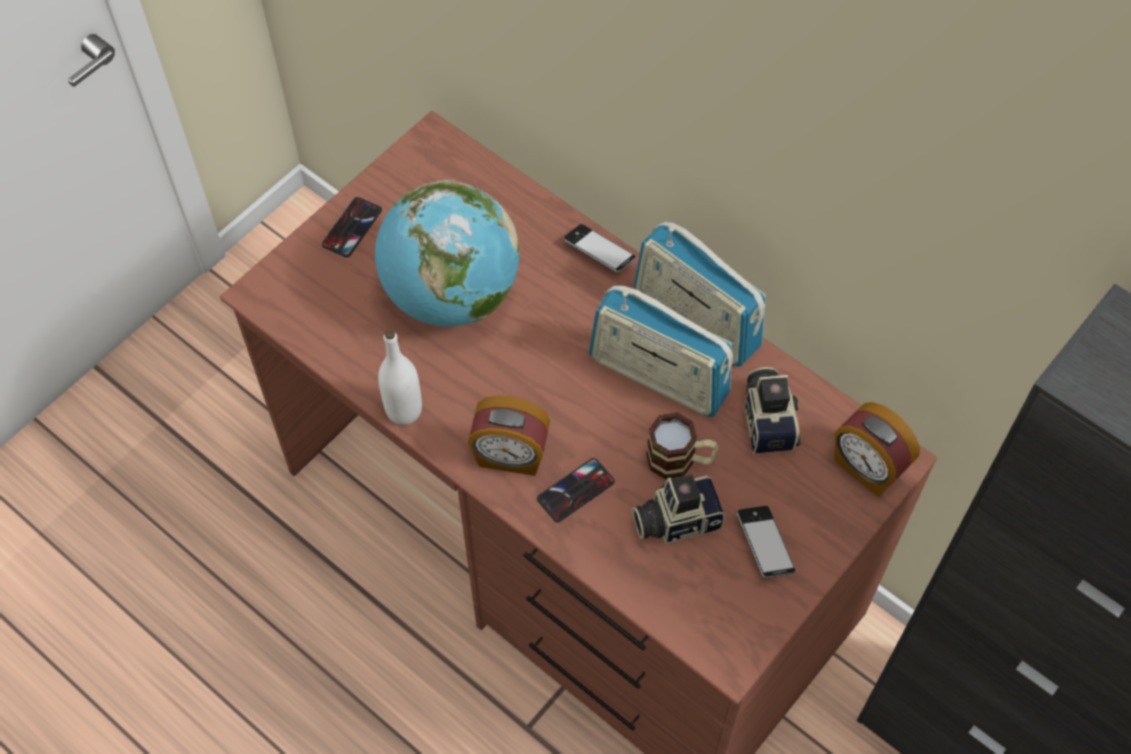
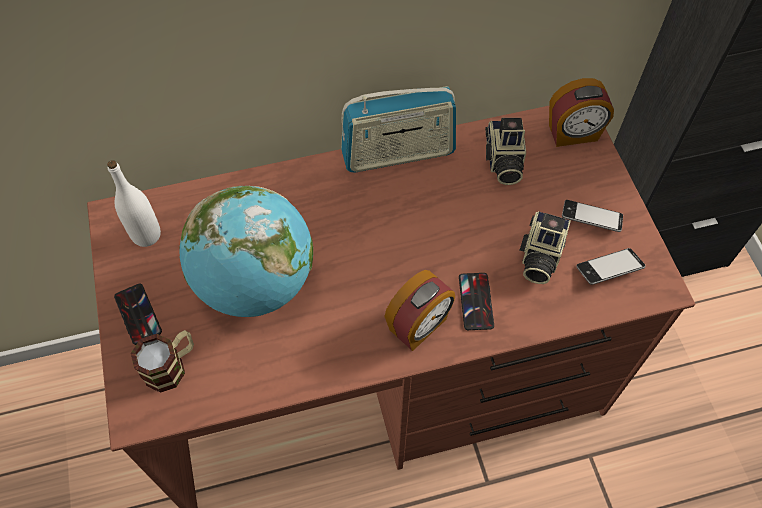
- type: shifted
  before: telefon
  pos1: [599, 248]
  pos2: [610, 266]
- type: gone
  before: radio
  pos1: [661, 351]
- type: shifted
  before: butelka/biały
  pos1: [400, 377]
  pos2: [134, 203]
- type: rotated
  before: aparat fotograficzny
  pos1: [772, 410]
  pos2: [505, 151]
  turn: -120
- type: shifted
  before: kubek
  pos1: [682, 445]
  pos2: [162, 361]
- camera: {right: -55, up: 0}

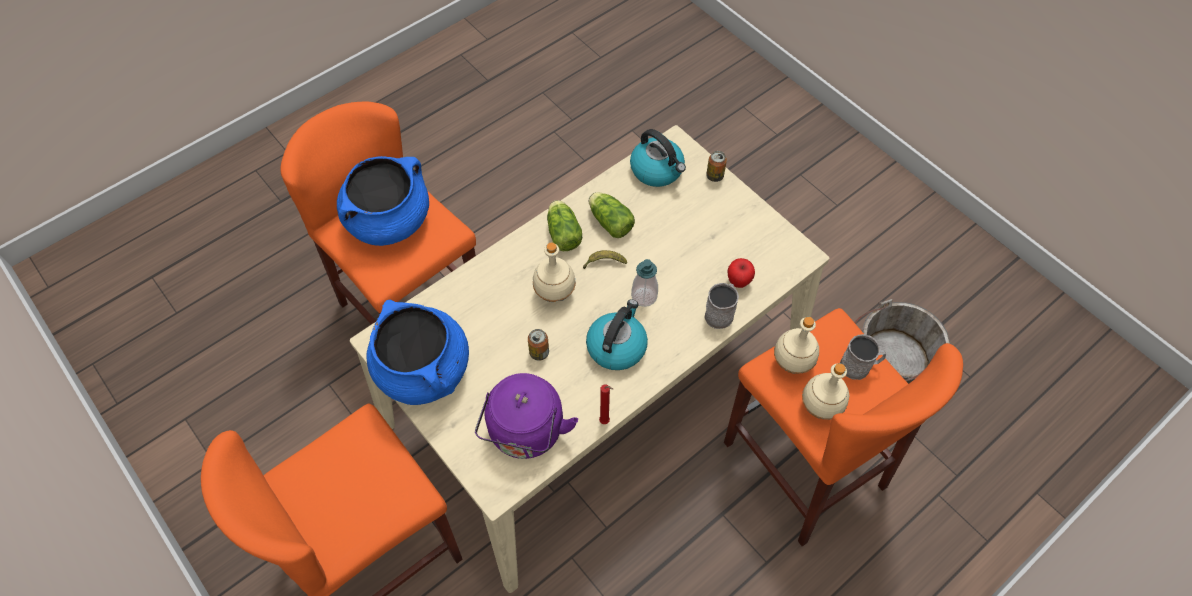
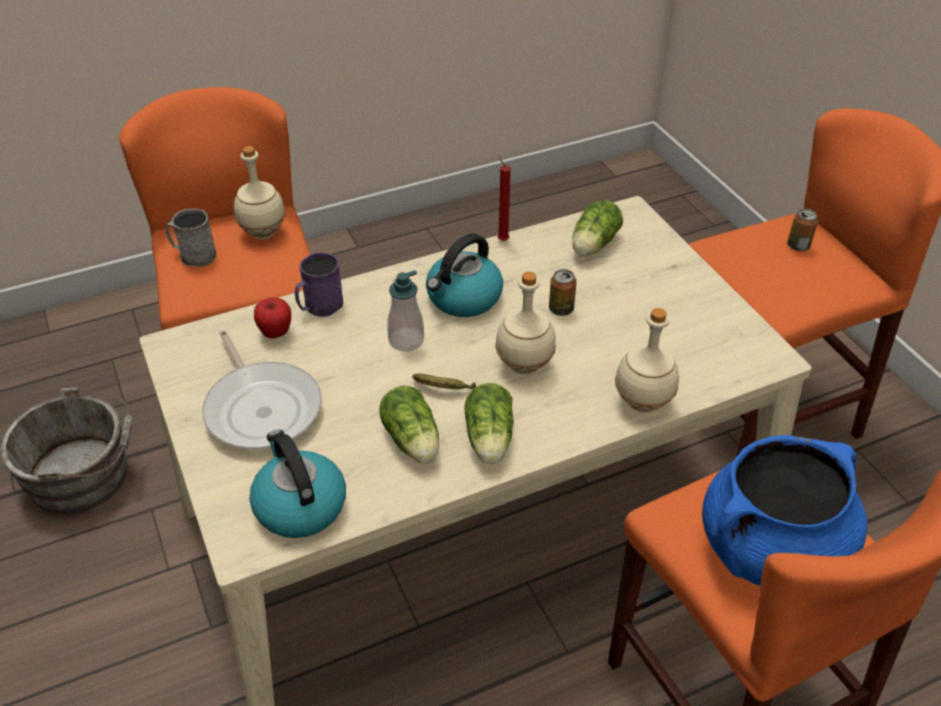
- type: shifted
  before: puszka
  pos1: [716, 166]
  pos2: [802, 229]
- type: repainted
  before: kubek/szary
  after: kubek/fioletowy
  pos1: [721, 306]
  pos2: [319, 284]
- type: gone
  before: garnek/niebieski
  pos1: [418, 352]
- type: shifted
  before: butelka/beżowy
  pos1: [796, 345]
  pos2: [647, 360]
- type: swapped
  before: czajnik/fioletowy
  after: sałata
  pos1: [526, 416]
  pos2: [597, 228]
- type: new
  after: patelnia
  pos2: [262, 389]
- camera: {right: -165, up: -15}

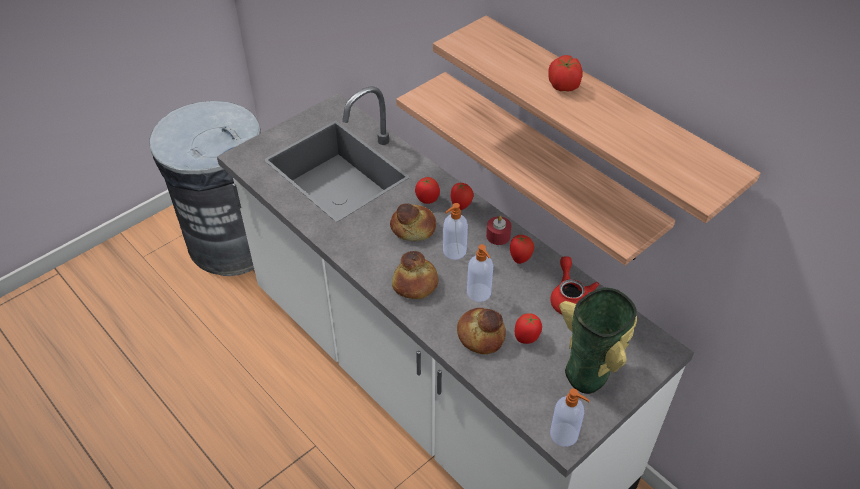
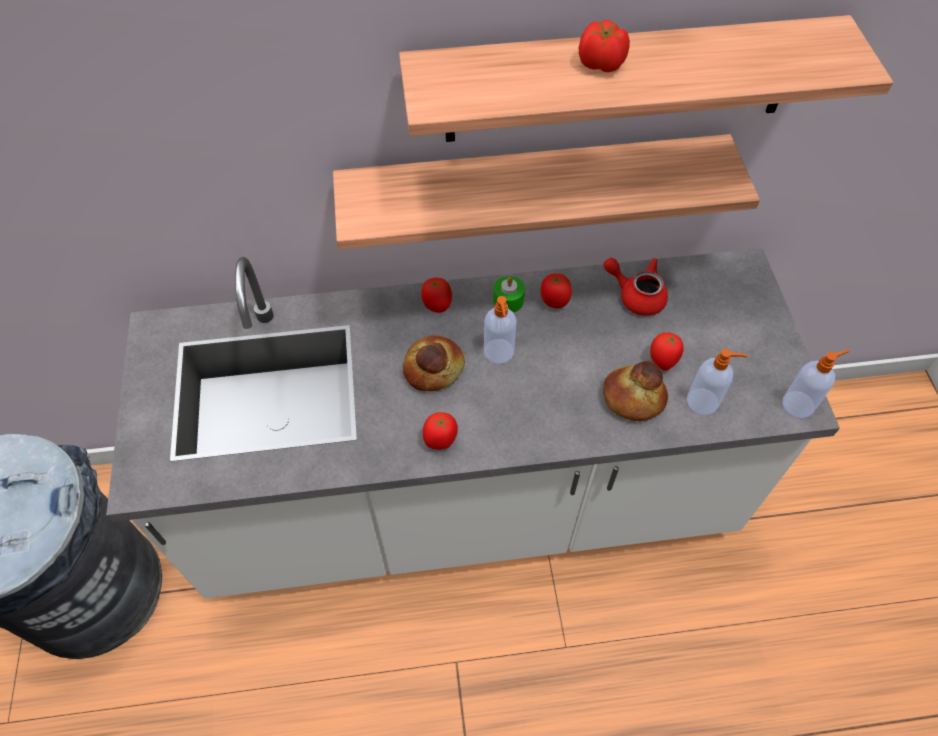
- type: shifted
  before: pomidor
  pos1: [427, 190]
  pos2: [440, 431]
- type: repainted
  before: świeca/czerwony
  after: świeca/zielony
  pos1: [499, 230]
  pos2: [509, 294]
- type: shifted
  before: dozownik mydła
  pos1: [480, 273]
  pos2: [717, 382]
- type: gone
  before: chleb
  pos1: [415, 275]
- type: gone
  before: wazon
  pos1: [598, 340]
- camera: {right: -55, up: 10}

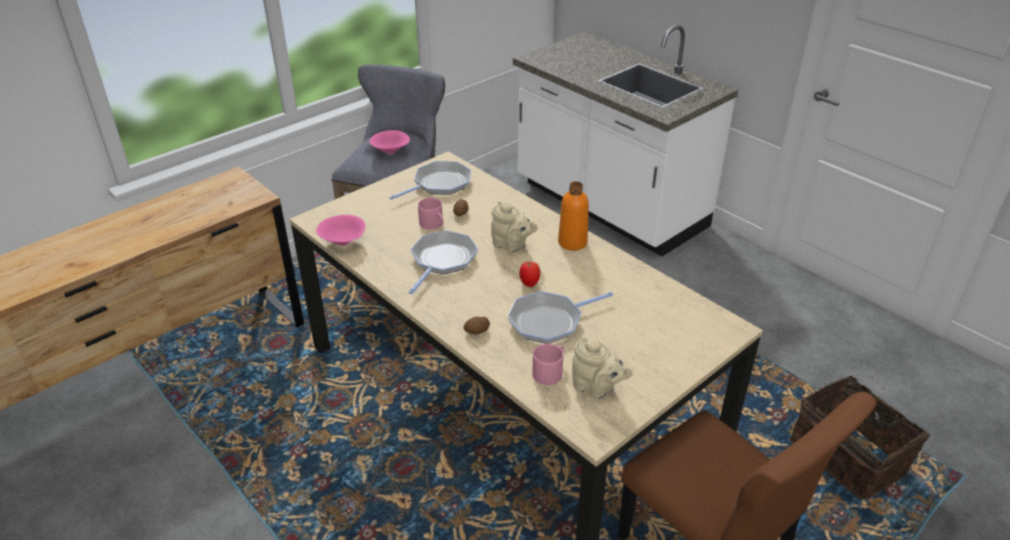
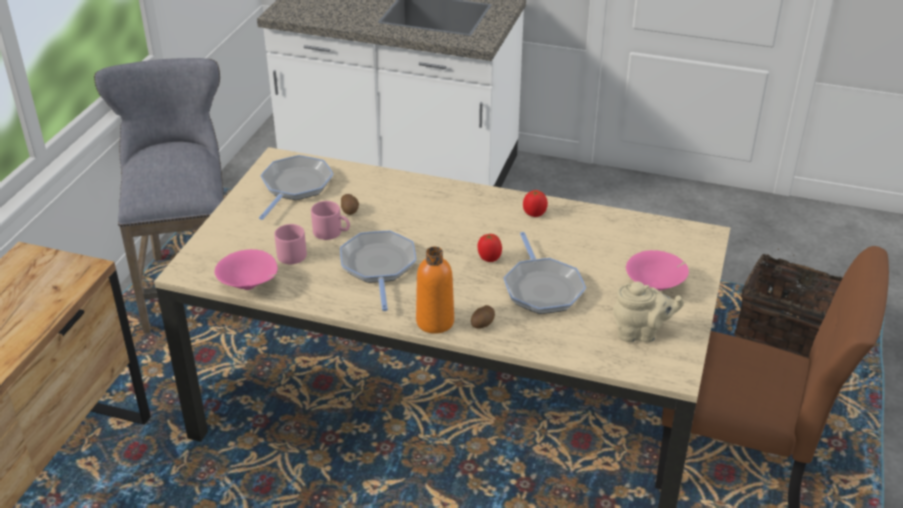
- type: shifted
  before: miska/różowy
  pos1: [390, 142]
  pos2: [657, 270]
- type: shifted
  before: butelka/pomarańczowy
  pos1: [573, 215]
  pos2: [435, 290]
- type: gone
  before: imbryk/beżowy
  pos1: [514, 226]
- type: rotated
  before: patelnia
  pos1: [560, 317]
  pos2: [545, 273]
  turn: -45
- type: shifted
  before: kubek/różowy
  pos1: [548, 364]
  pos2: [290, 244]
- type: new
  after: pomidor
  pos2: [535, 203]
- camera: {right: -30, up: 0}

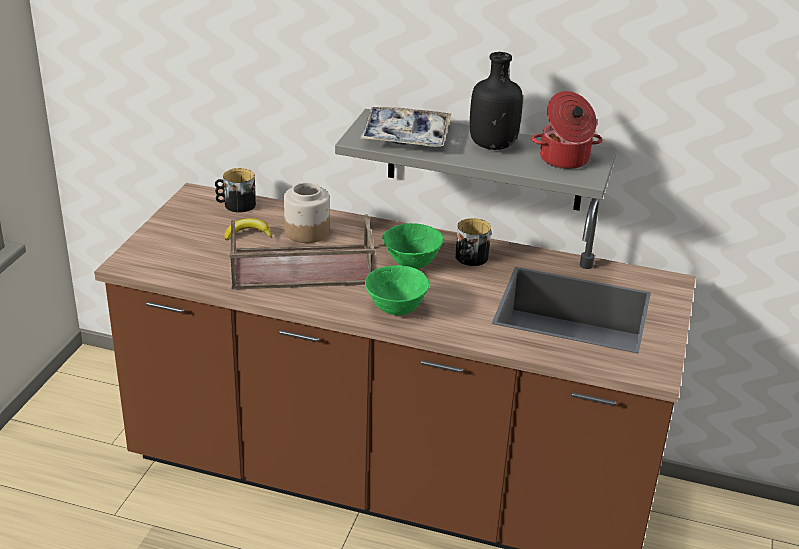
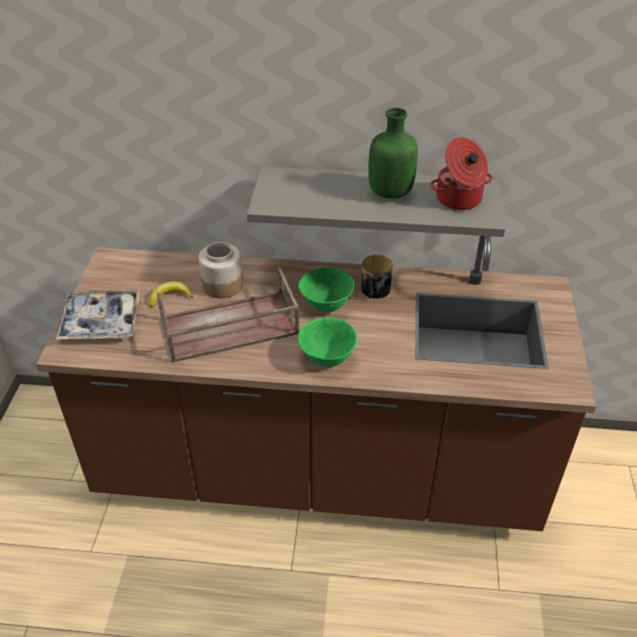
- type: repainted
  before: butelka/czarny
  after: butelka/zielony
  pos1: [496, 101]
  pos2: [393, 153]
- type: shifted
  before: taca
  pos1: [405, 127]
  pos2: [97, 315]
- type: gone
  before: kubek
  pos1: [235, 190]
- camera: {right: -10, up: 10}

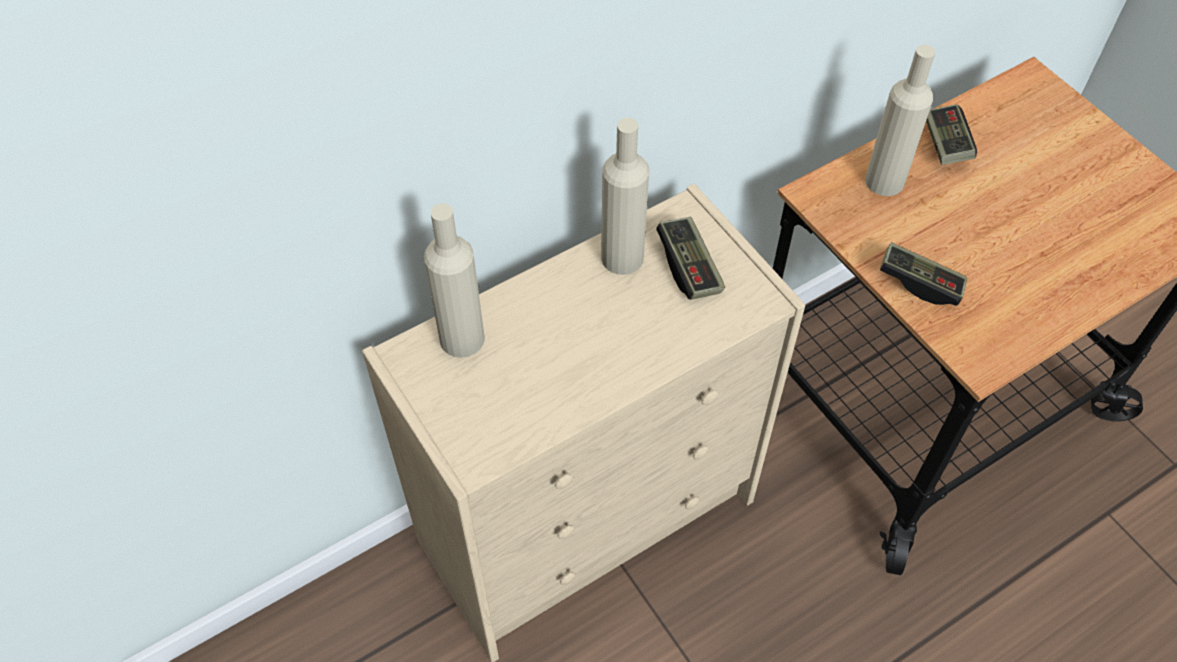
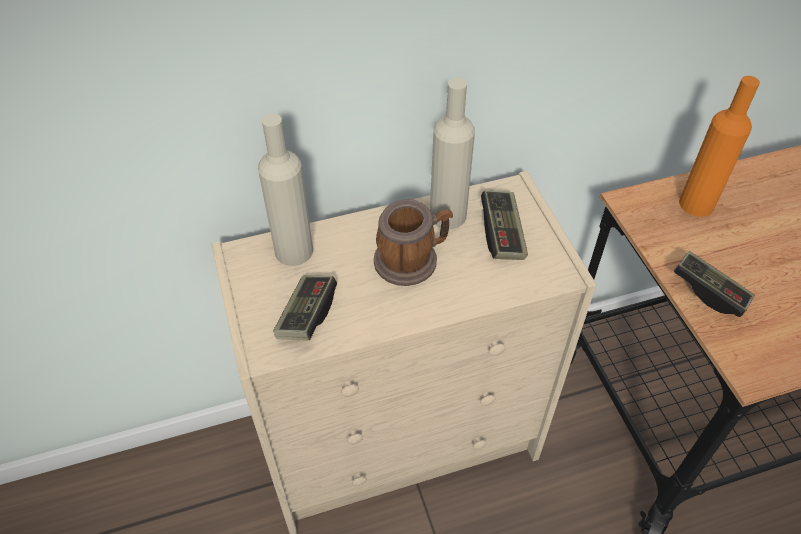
- type: repainted
  before: butelka/beżowy
  after: butelka/pomarańczowy
  pos1: [900, 120]
  pos2: [719, 146]
- type: shifted
  before: pad do gier
  pos1: [951, 134]
  pos2: [305, 308]
- type: new
  after: kubek
  pos2: [413, 242]
- camera: {right: 15, up: -5}

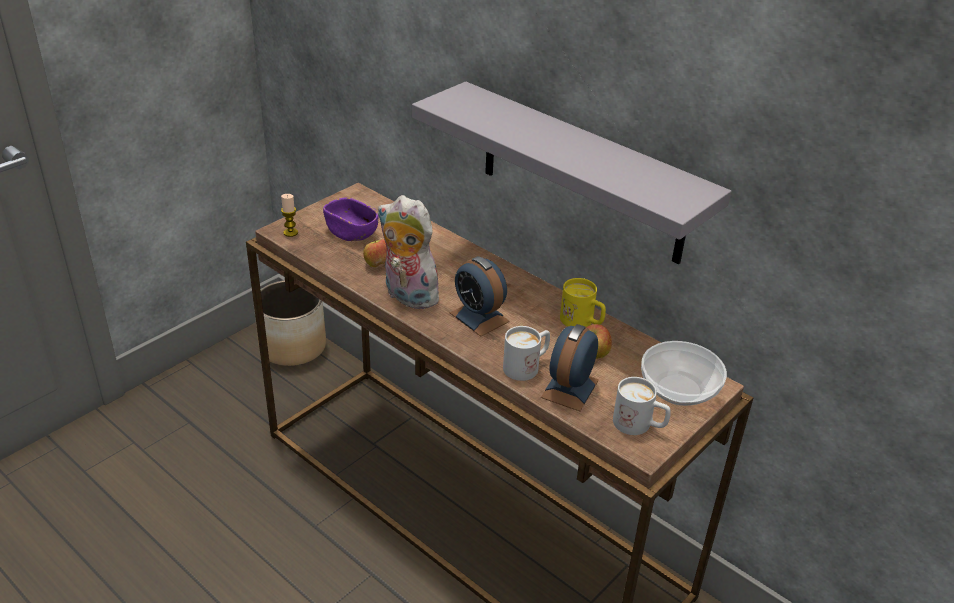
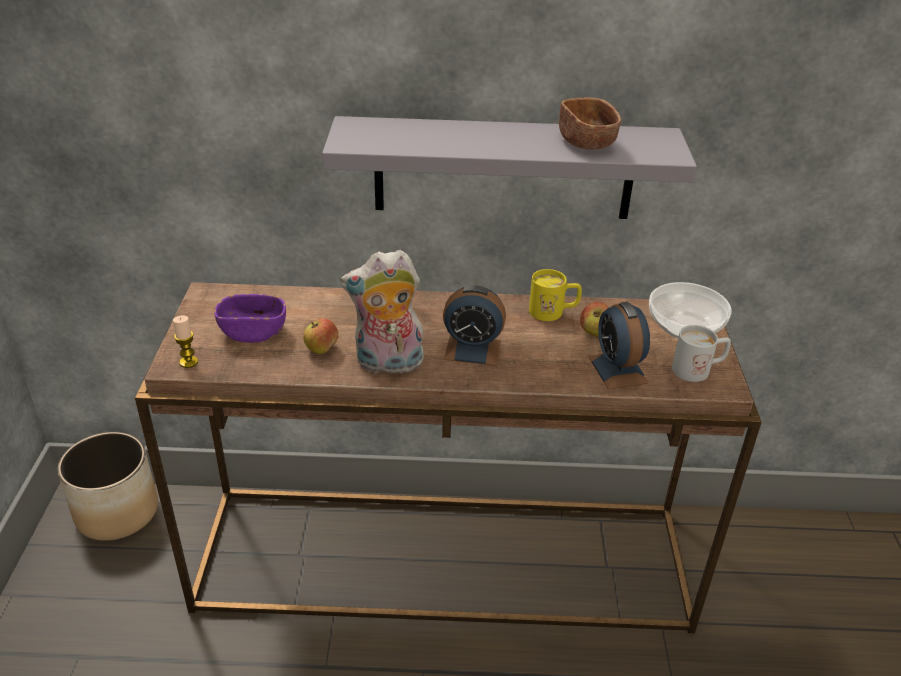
- type: gone
  before: kubek/biały
  pos1: [526, 353]
- type: new
  after: miska/brązowy
  pos2: [590, 124]
- camera: {right: -40, up: 0}

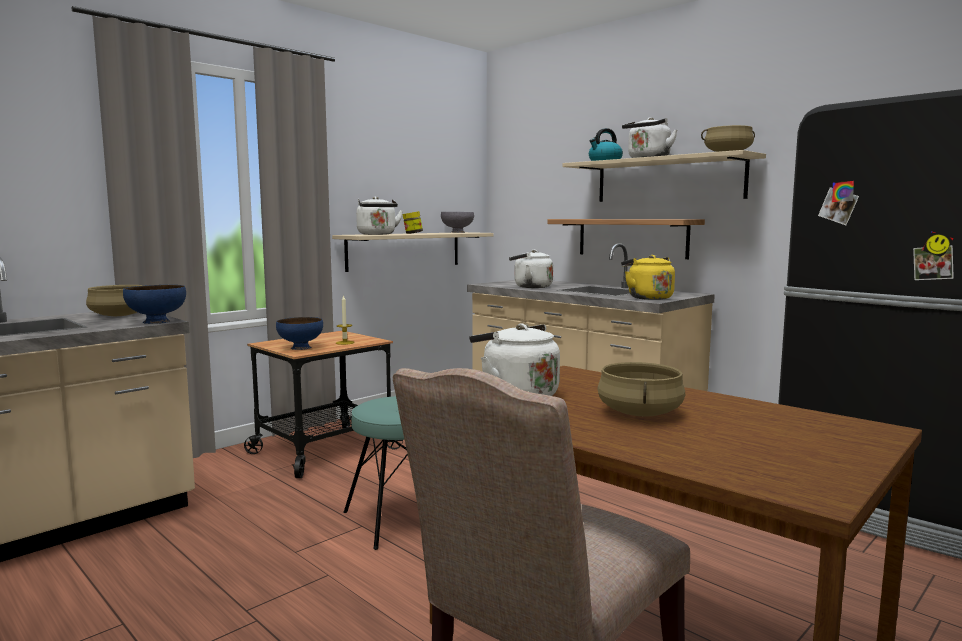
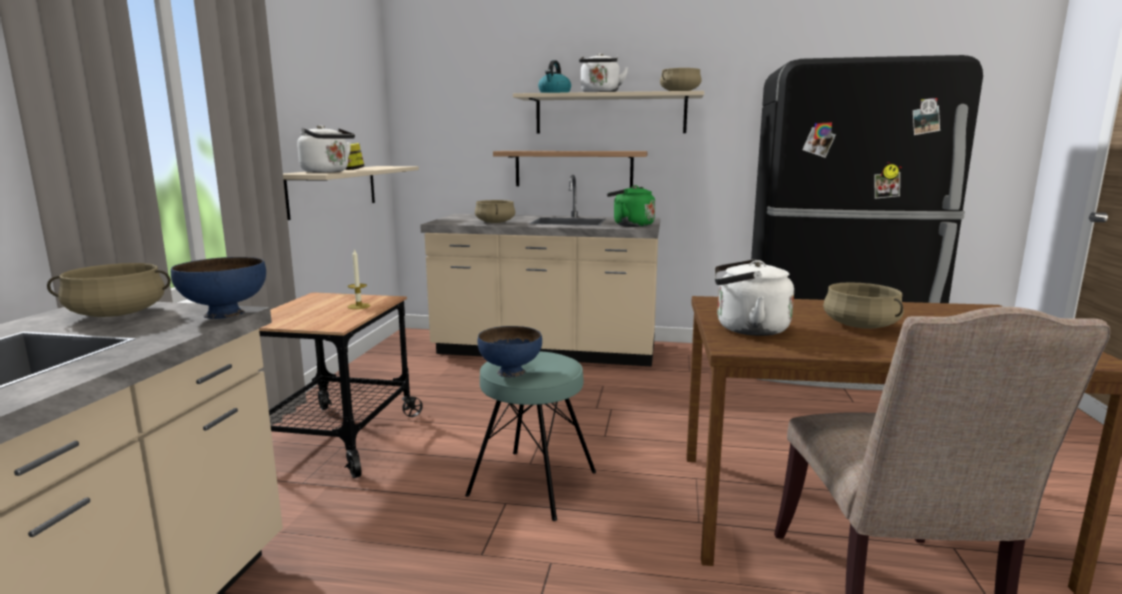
- type: gone
  before: miska/szary
  pos1: [457, 222]
- type: swapped
  before: czajnik/biały
  after: garnek/beżowy
  pos1: [531, 269]
  pos2: [495, 211]
- type: repainted
  before: czajnik/żółty
  after: czajnik/zielony
  pos1: [648, 277]
  pos2: [631, 206]
- type: shifted
  before: miska/niebieski
  pos1: [299, 333]
  pos2: [510, 351]
- camera: {right: -35, up: 5}

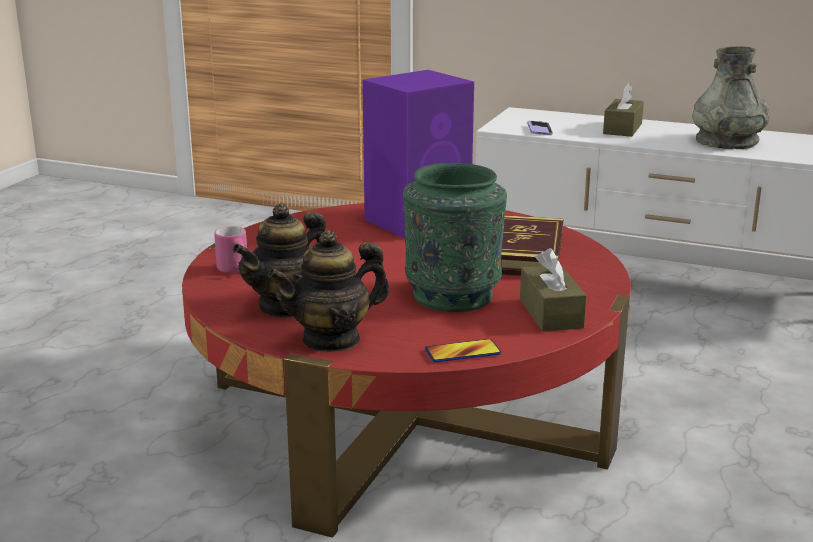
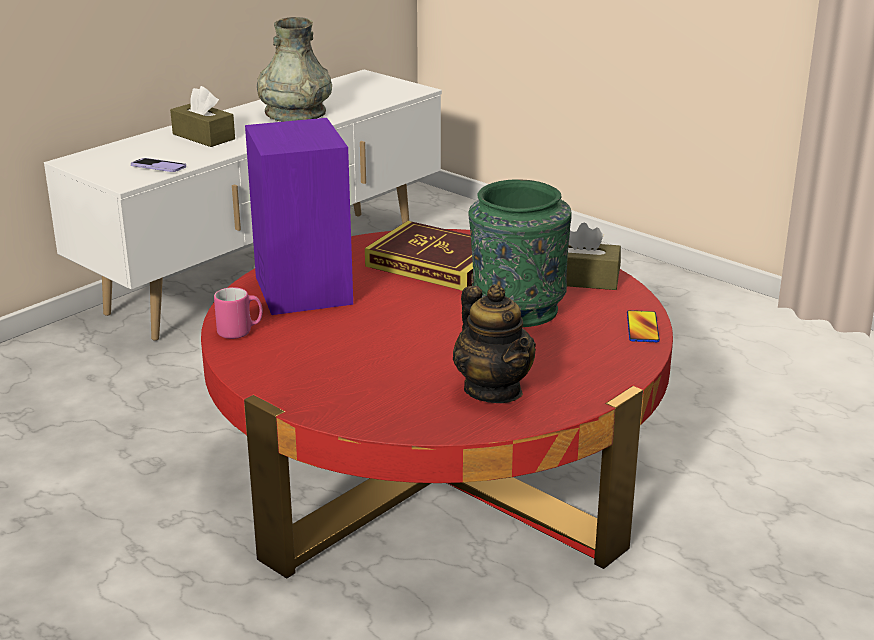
- type: shifted
  before: kubek/różowy
  pos1: [230, 249]
  pos2: [238, 313]
- type: gone
  before: imbryk
  pos1: [329, 291]
- camera: {right: -70, up: 5}

